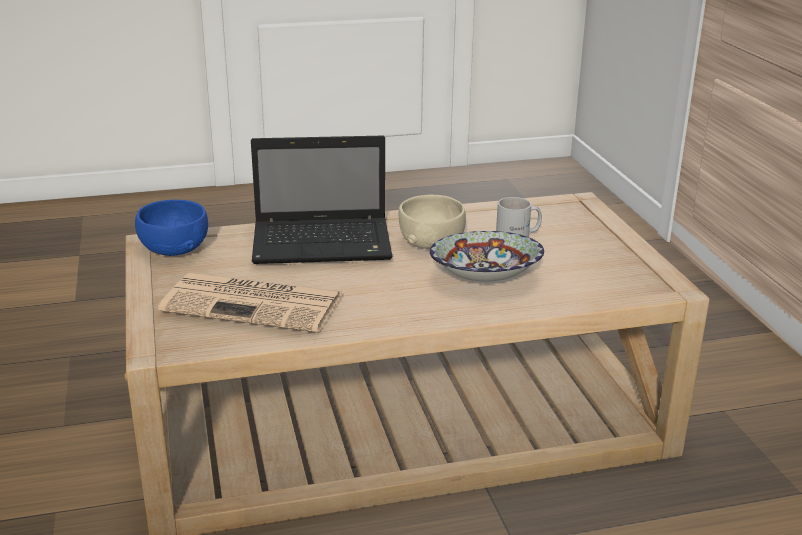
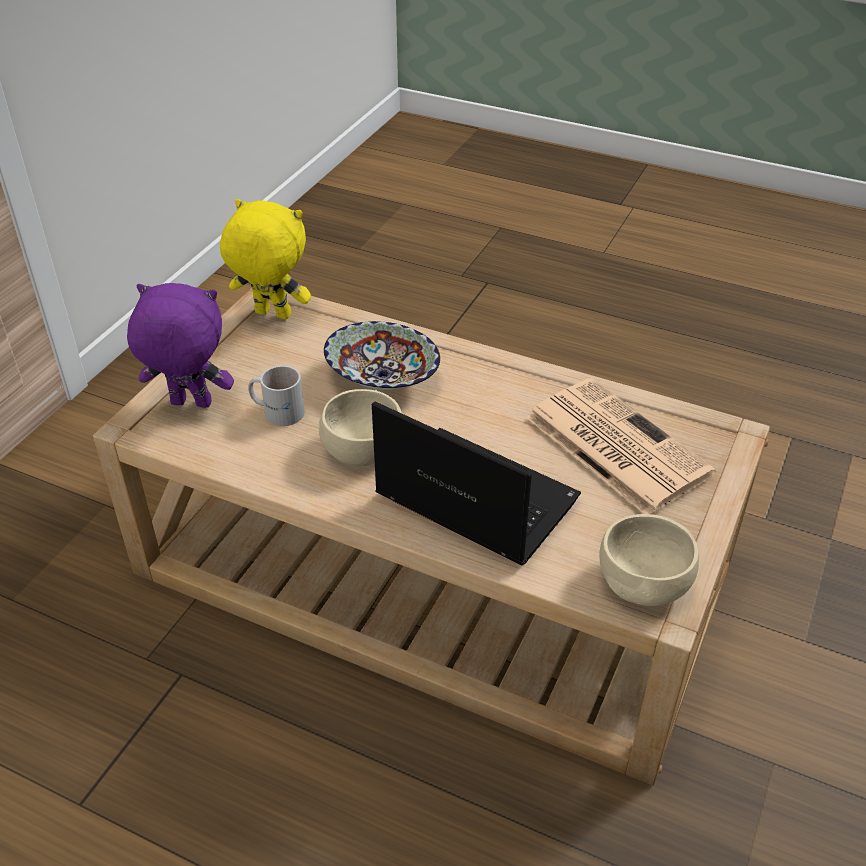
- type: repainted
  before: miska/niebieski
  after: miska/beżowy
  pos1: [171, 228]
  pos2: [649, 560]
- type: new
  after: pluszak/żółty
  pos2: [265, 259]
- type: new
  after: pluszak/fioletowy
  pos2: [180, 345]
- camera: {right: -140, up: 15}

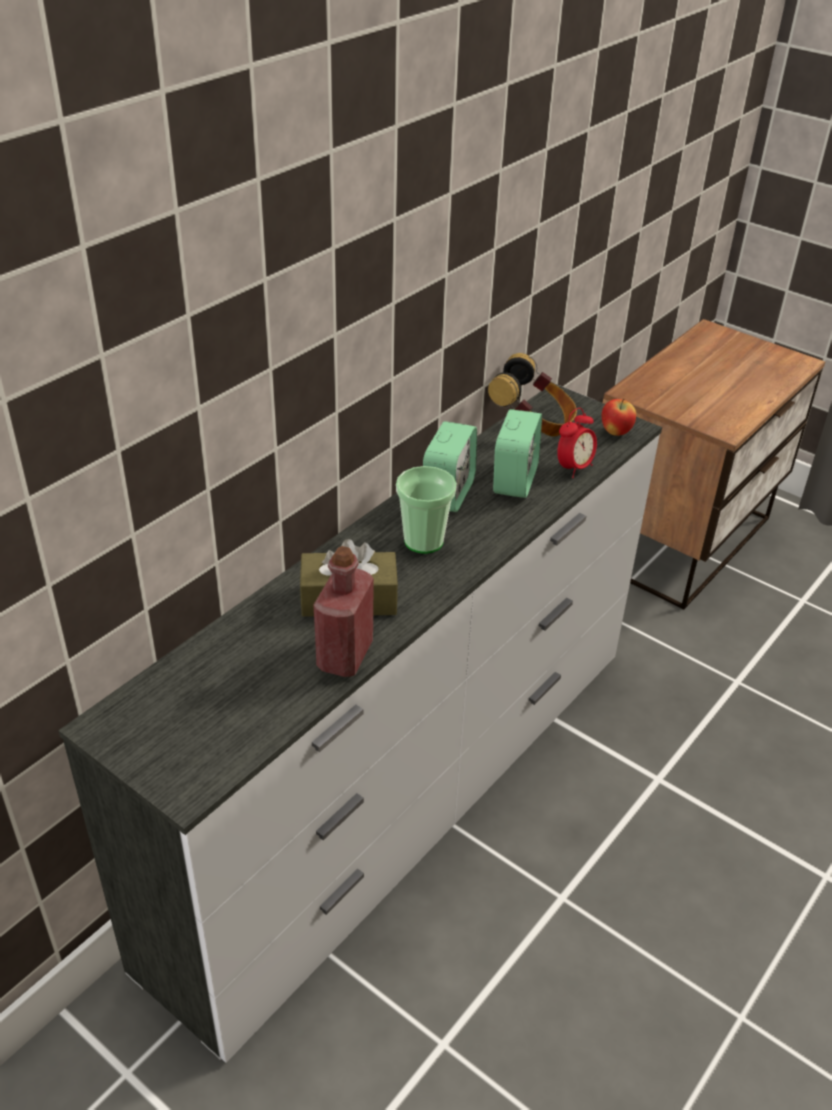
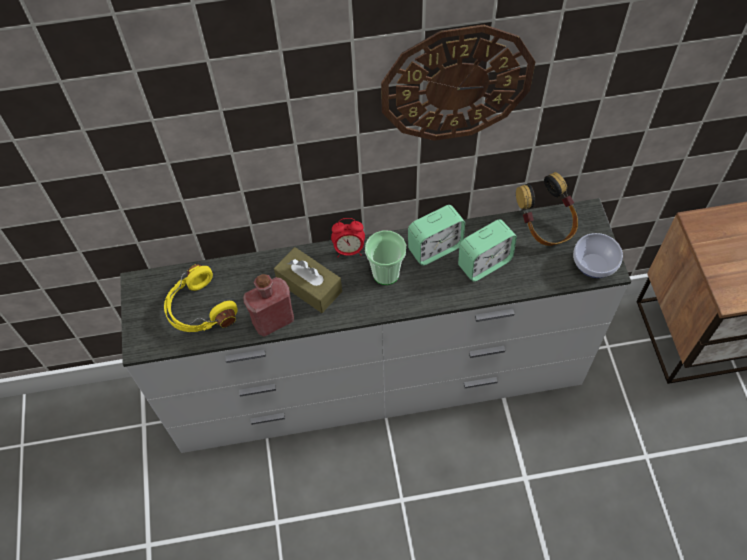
- type: swapped
  before: jabłko
  after: miska
  pos1: [619, 417]
  pos2: [598, 255]
- type: shifted
  before: budzik
  pos1: [577, 443]
  pos2: [348, 237]
- type: new
  after: zegar ścienny
  pos2: [458, 83]
- type: new
  after: słuchawki/żółty
  pos2: [201, 298]
- camera: {right: 45, up: 20}

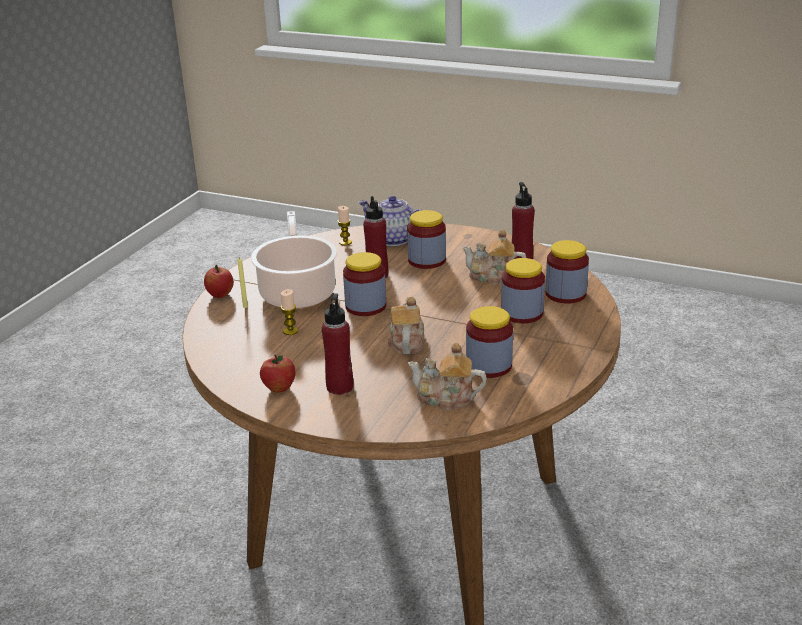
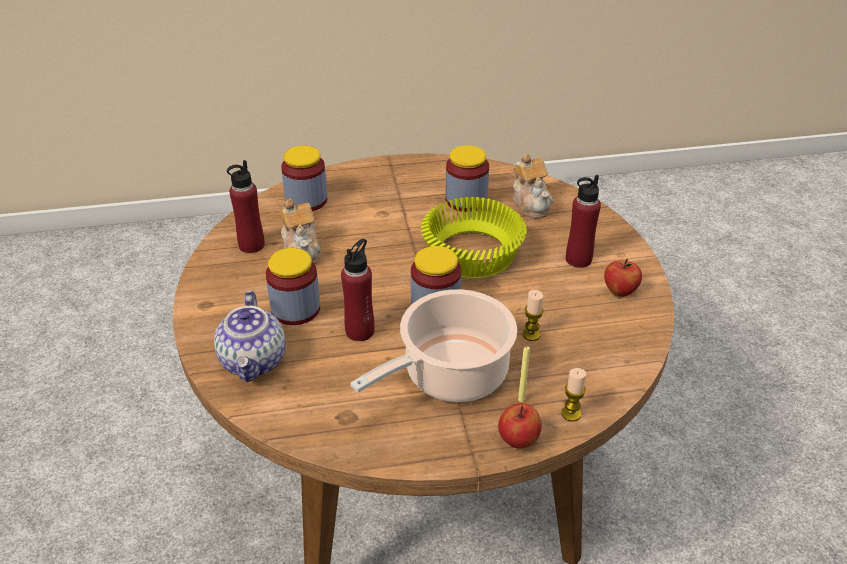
- type: shifted
  before: świeca
  pos1: [344, 226]
  pos2: [573, 395]
- type: gone
  before: słoik
  pos1: [523, 290]
- type: swapped
  before: imbryk
  after: miska/żółty
  pos1: [406, 325]
  pos2: [474, 237]
- camera: {right: -125, up: 10}

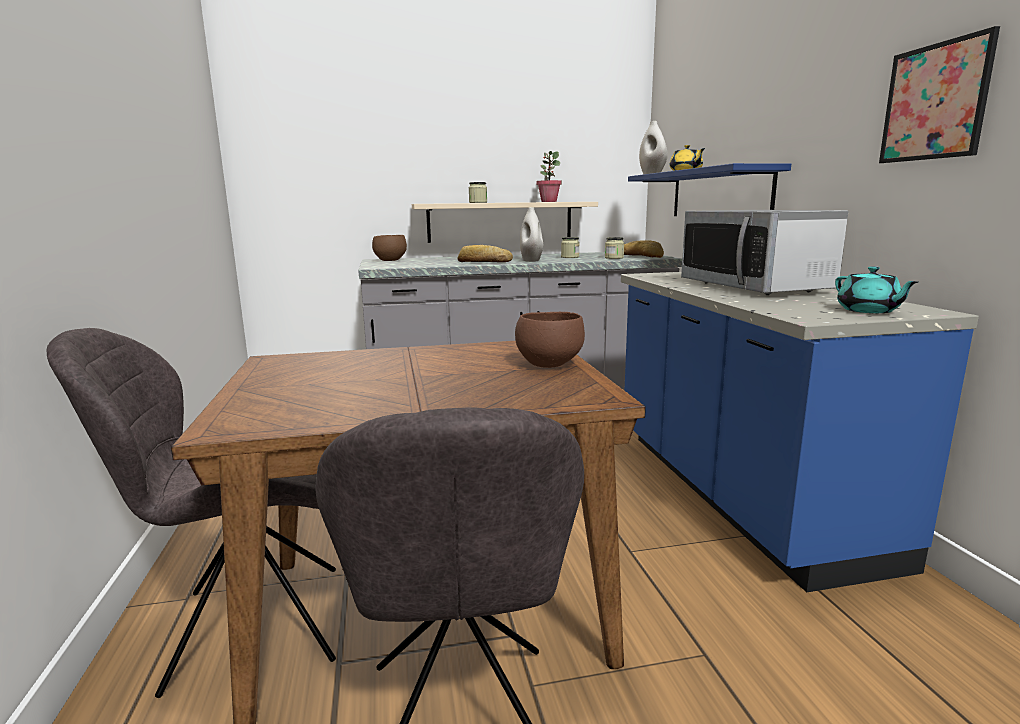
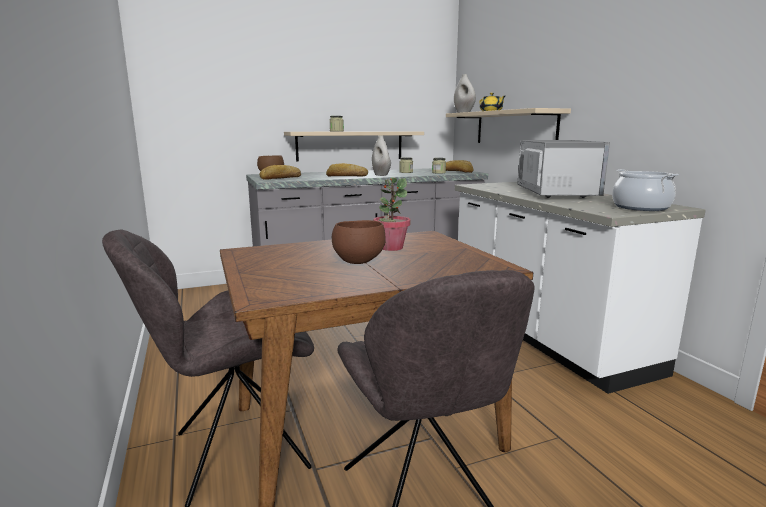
- type: gone
  before: obraz
  pos1: [939, 94]
- type: shifted
  before: roślina doniczkowa
  pos1: [549, 176]
  pos2: [392, 214]
- type: repainted
  before: półka/niebieski
  after: półka/beżowy
  pos1: [709, 189]
  pos2: [508, 125]
- type: rotated
  before: mikrofalówka
  pos1: [764, 252]
  pos2: [563, 169]
  turn: -150
- type: swapped
  before: imbryk/turkusowy
  after: garnek
  pos1: [876, 289]
  pos2: [645, 190]
- type: repainted
  before: zabudowa kuchenna/niebieski
  after: zabudowa kuchenna/biały
  pos1: [800, 432]
  pos2: [580, 288]
- type: shifted
  before: miska/brązowy
  pos1: [550, 340]
  pos2: [359, 242]
- type: new
  after: chleb
  pos2: [280, 172]
- camera: {right: -10, up: 0}

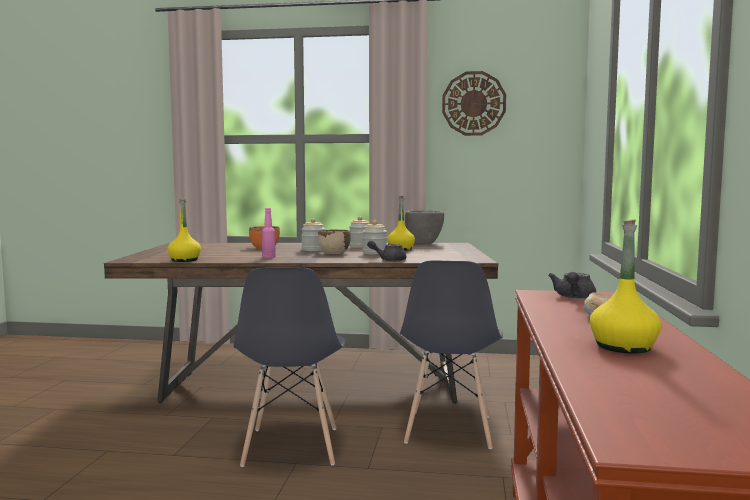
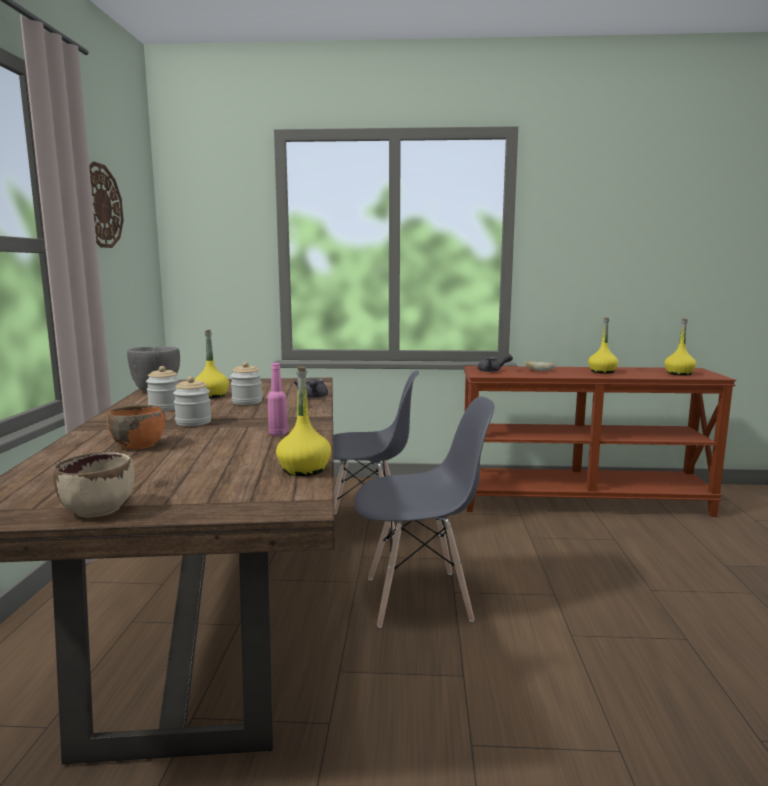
- type: shifted
  before: miska/beżowy
  pos1: [334, 241]
  pos2: [93, 484]
- type: new
  after: butelka/żółty
  pos2: [680, 347]
- camera: {right: -95, up: 5}

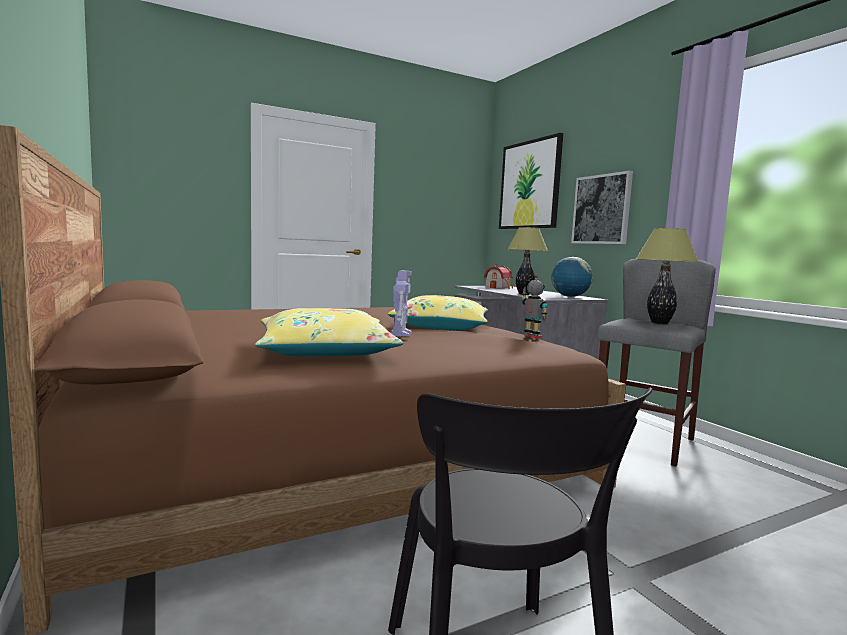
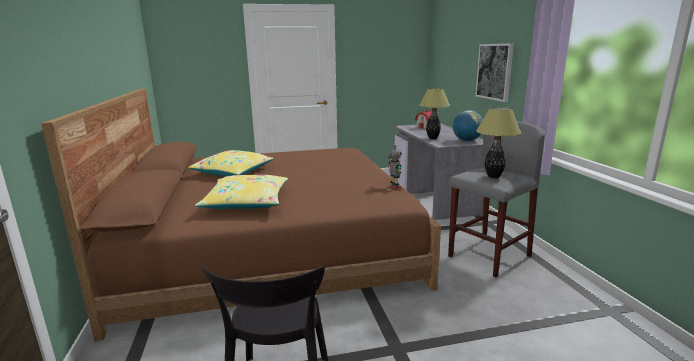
- type: gone
  before: obraz
  pos1: [531, 181]
- type: gone
  before: robot zabawkowy
  pos1: [401, 303]
- type: shifted
  before: poduszka/żółty
  pos1: [438, 312]
  pos2: [231, 163]
- camera: {right: 15, up: 10}

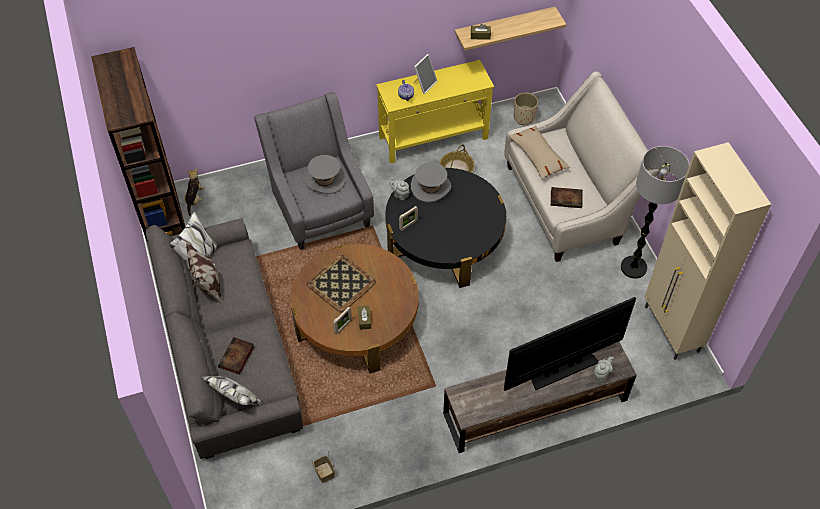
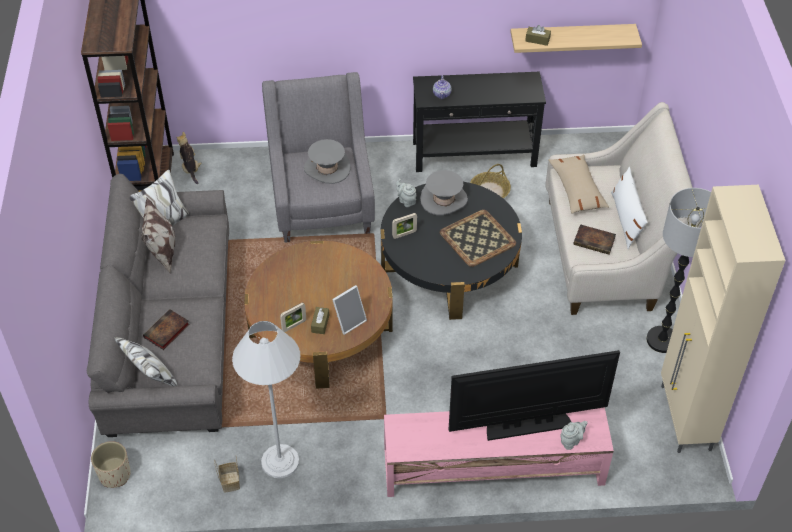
- type: shifted
  before: ramka na zdjęcie
  pos1: [425, 74]
  pos2: [349, 310]
- type: repainted
  before: stolik konsolowy/żółty
  after: stolik konsolowy/czarny
  pos1: [435, 112]
  pos2: [479, 122]
- type: shifted
  before: donica/beżowy
  pos1: [526, 108]
  pos2: [111, 464]
- type: rotated
  before: pluszak
  pos1: [194, 192]
  pos2: [189, 158]
  turn: -45
- type: shifted
  before: taca
  pos1: [341, 284]
  pos2: [478, 238]
- type: repainted
  before: szafka pod telewizor/brązowy
  after: szafka pod telewizor/różowy
  pos1: [540, 397]
  pos2: [499, 452]
- type: new
  after: poduszka/biały
  pos2: [629, 208]
- type: new
  after: lampa stojąca/biały
  pos2: [266, 399]
- camera: {right: 15, up: -5}

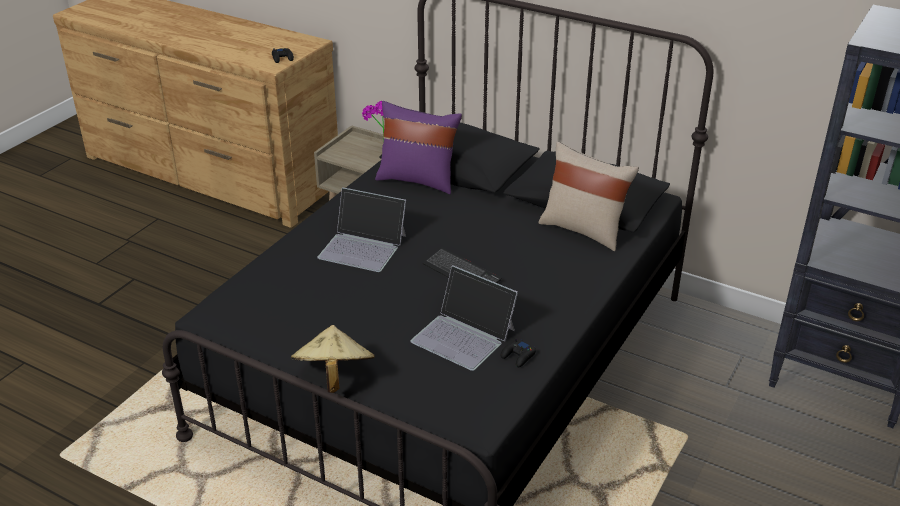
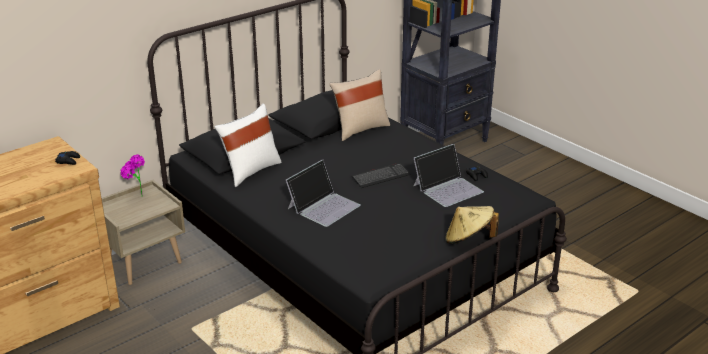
- type: repainted
  before: poduszka/fioletowy
  after: poduszka/biały
  pos1: [418, 147]
  pos2: [248, 145]
- camera: {right: -70, up: -5}

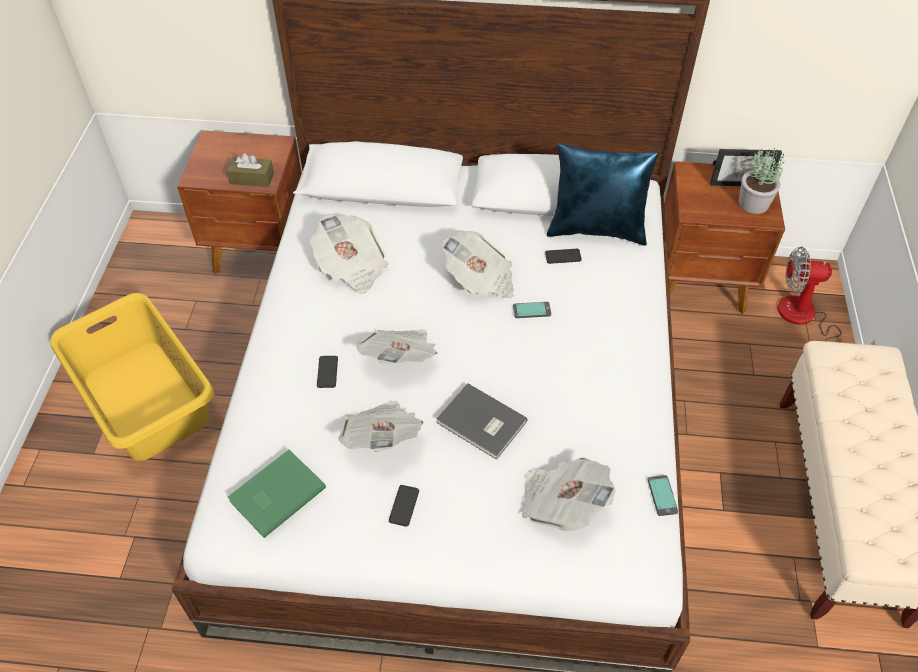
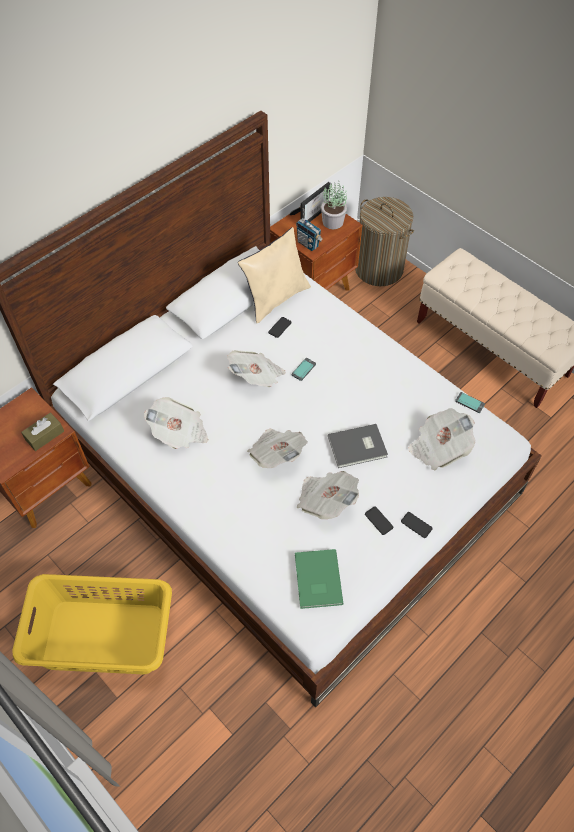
- type: repainted
  before: poduszka/niebieski
  after: poduszka/beżowy
  pos1: [603, 194]
  pos2: [274, 275]
- type: swapped
  before: wentylator
  after: kosz na pranie
  pos1: [827, 296]
  pos2: [384, 241]
- type: shifted
  before: telefon
  pos1: [327, 372]
  pos2: [417, 525]
- type: new
  after: radio
  pos2: [309, 229]
- camera: {right: -50, up: 5}

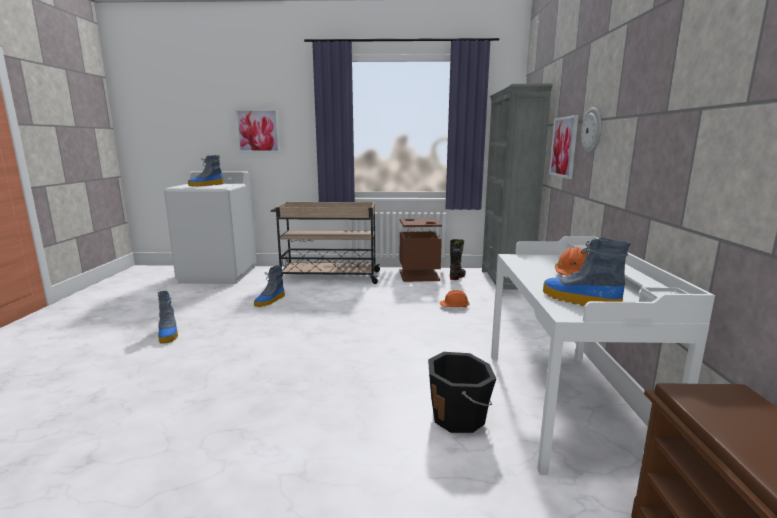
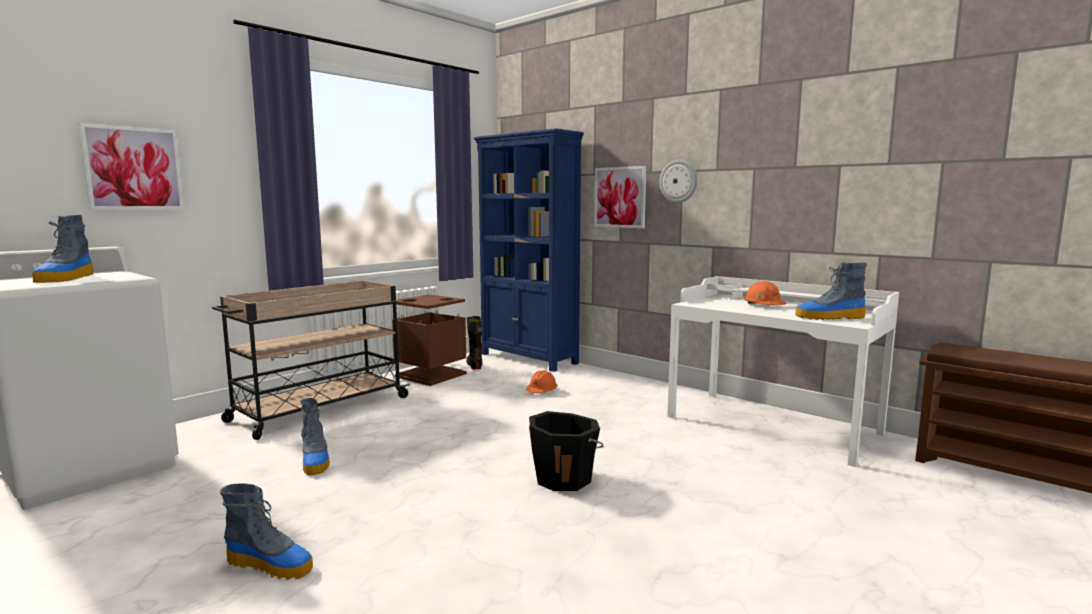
- type: repainted
  before: regał/szary
  after: regał/niebieski
  pos1: [517, 190]
  pos2: [529, 250]
- type: shifted
  before: wiadro/czarny
  pos1: [462, 392]
  pos2: [566, 451]
- camera: {right: -50, up: -5}

